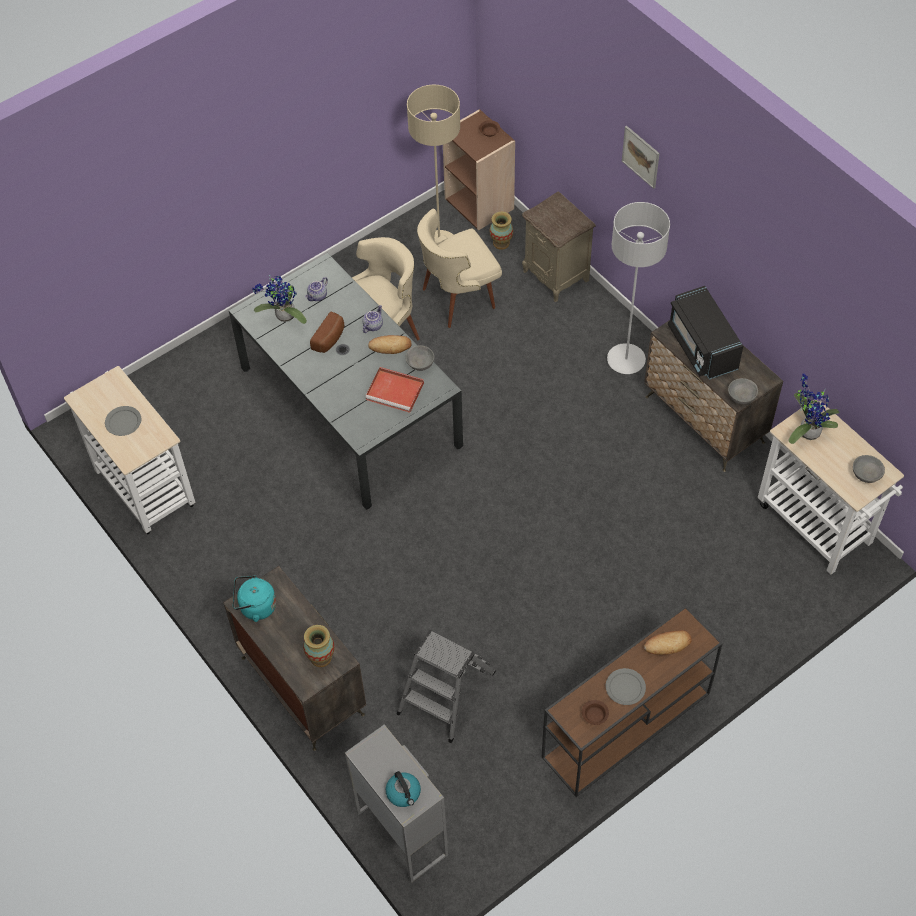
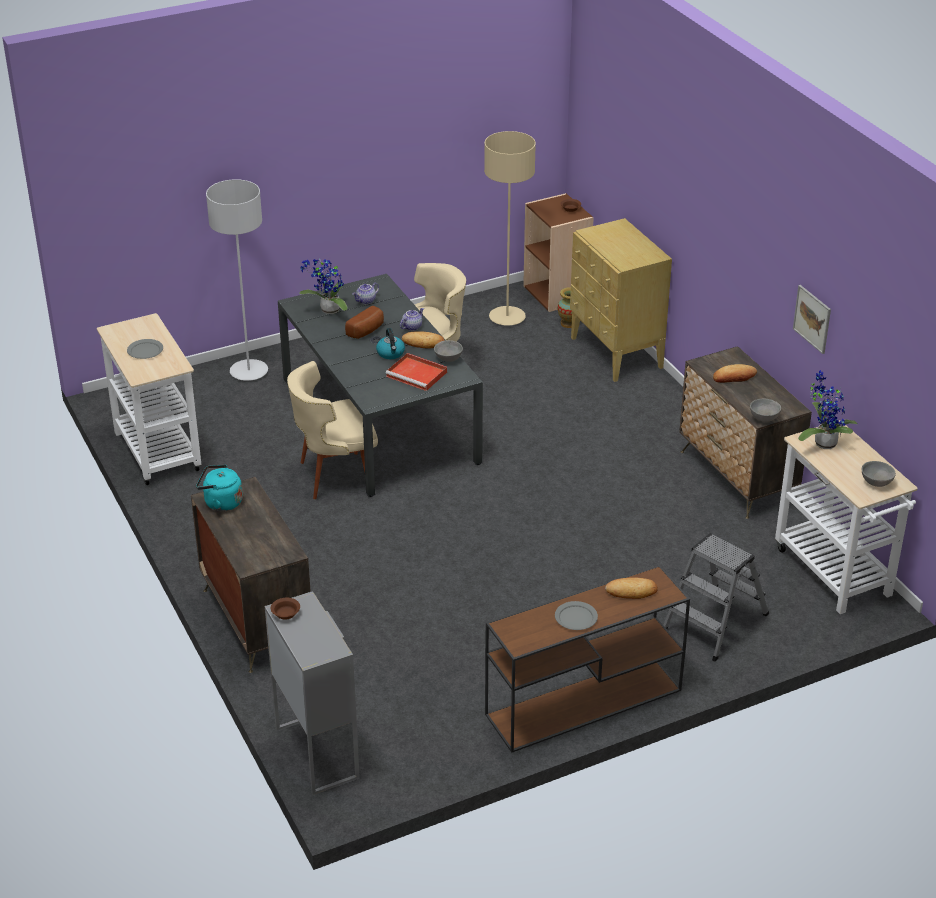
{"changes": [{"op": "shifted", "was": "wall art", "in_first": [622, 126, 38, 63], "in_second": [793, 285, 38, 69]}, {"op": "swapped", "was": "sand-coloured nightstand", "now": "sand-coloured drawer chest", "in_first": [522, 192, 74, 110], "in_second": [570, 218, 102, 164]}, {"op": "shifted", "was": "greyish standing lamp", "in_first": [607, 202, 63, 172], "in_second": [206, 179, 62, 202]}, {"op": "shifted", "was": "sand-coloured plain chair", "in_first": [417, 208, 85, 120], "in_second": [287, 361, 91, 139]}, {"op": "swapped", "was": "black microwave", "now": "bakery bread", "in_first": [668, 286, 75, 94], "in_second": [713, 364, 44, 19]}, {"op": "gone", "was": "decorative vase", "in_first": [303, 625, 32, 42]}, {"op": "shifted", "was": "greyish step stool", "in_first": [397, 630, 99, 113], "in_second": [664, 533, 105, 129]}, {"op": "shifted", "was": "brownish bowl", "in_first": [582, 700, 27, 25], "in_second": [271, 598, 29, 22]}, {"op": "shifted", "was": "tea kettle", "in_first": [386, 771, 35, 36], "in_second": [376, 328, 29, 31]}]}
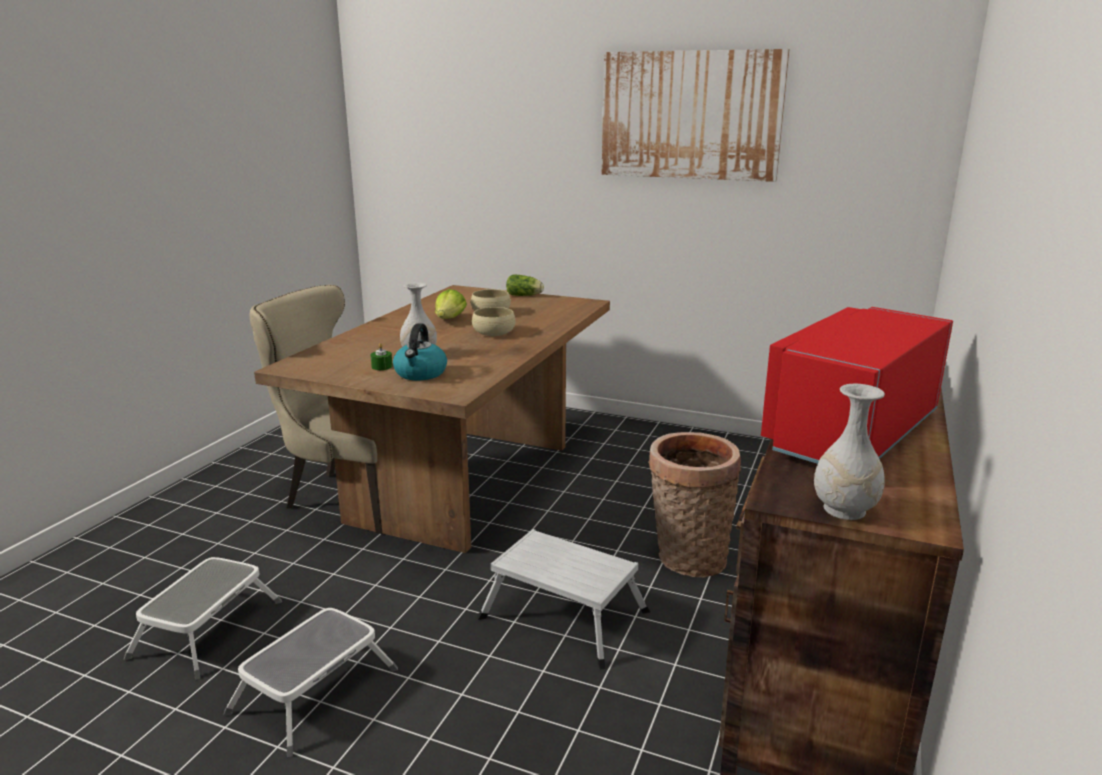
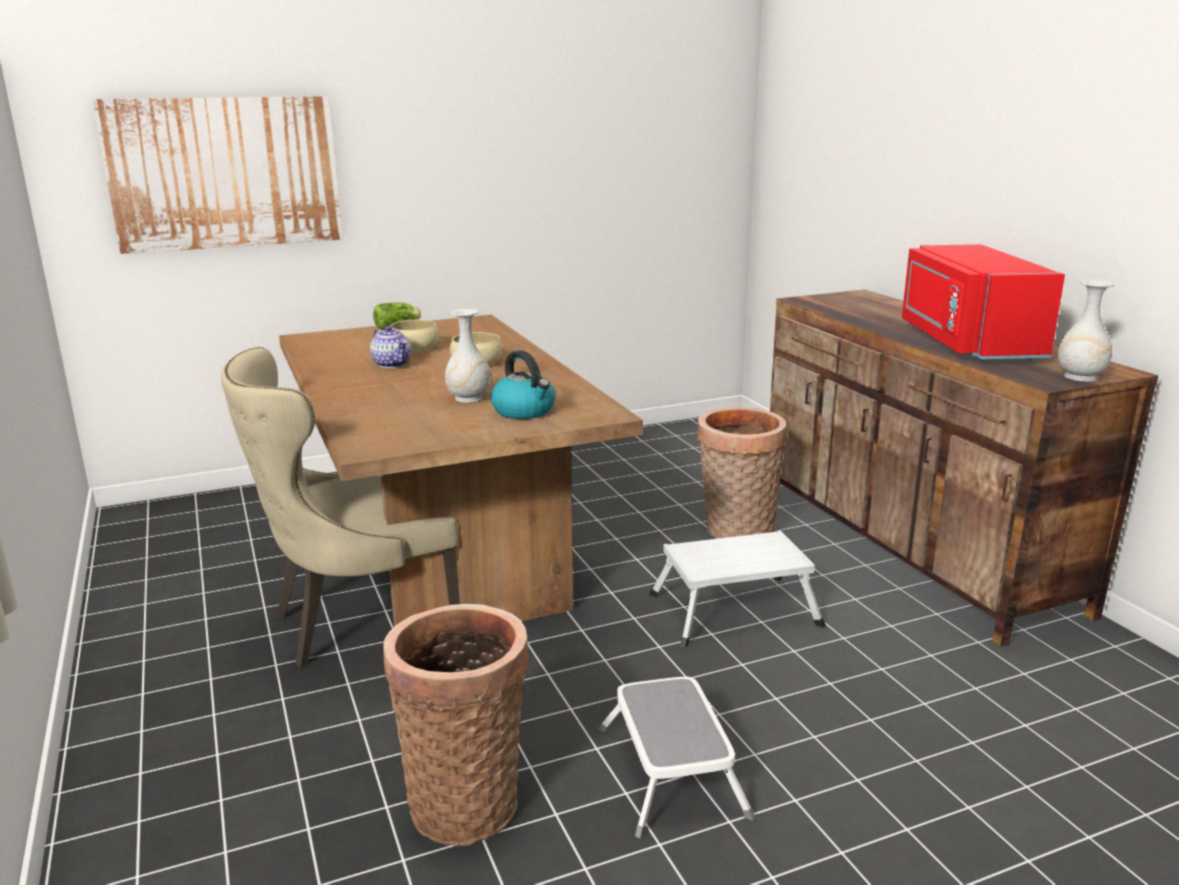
{"changes": [{"op": "shifted", "was": "wall art", "in_first": [602, 49, 187, 133], "in_second": [93, 96, 250, 158]}, {"op": "swapped", "was": "head of lettuce", "now": "pot for tea", "in_first": [435, 289, 32, 30], "in_second": [370, 326, 41, 42]}, {"op": "gone", "was": "green-coloured wax light", "in_first": [371, 343, 22, 27]}, {"op": "swapped", "was": "greyish step stool", "now": "basket", "in_first": [124, 557, 158, 123], "in_second": [383, 604, 145, 242]}]}
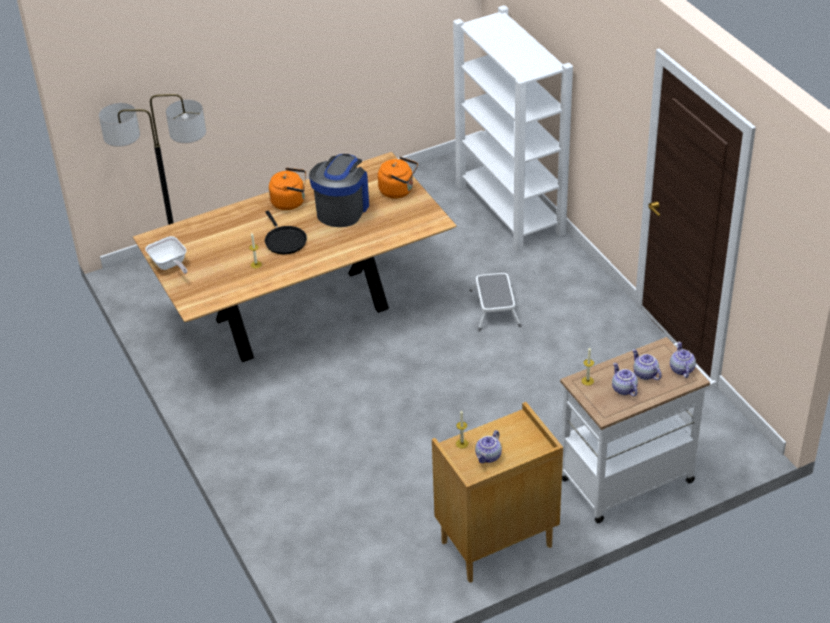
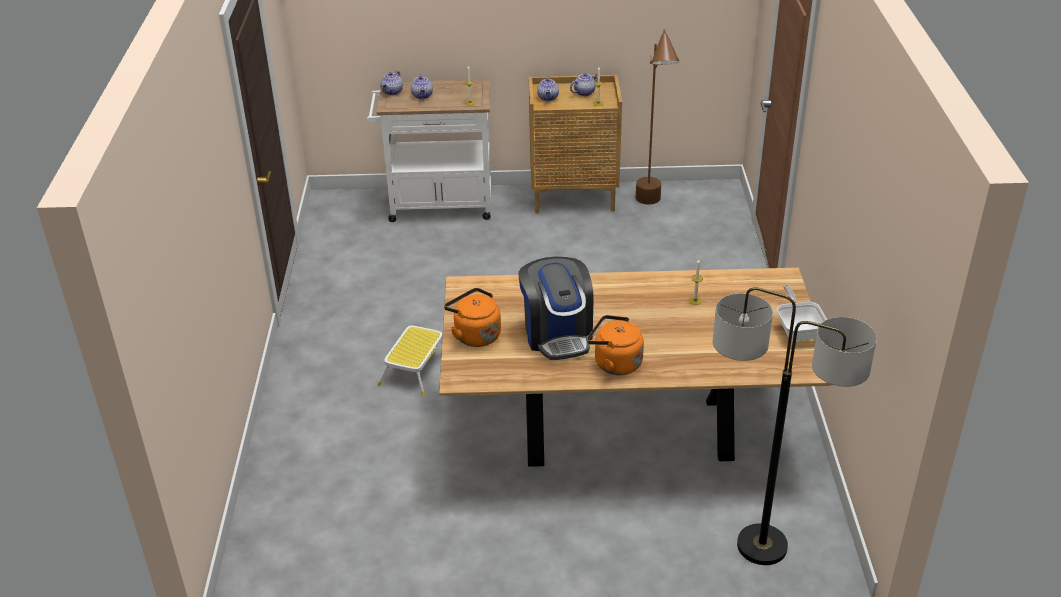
{"changes": [{"op": "gone", "was": "white shelving unit", "in_first": [453, 5, 120, 247]}, {"op": "rotated", "was": "coffee brewer", "in_first": [309, 154, 60, 73], "in_second": [519, 257, 75, 103], "clockwise": -60}, {"op": "gone", "was": "black skillet", "in_first": [265, 211, 42, 43]}, {"op": "repainted", "was": "greyish step stool", "now": "yellow step stool", "in_first": [469, 273, 53, 58], "in_second": [377, 326, 66, 70]}, {"op": "shifted", "was": "pot for tea", "in_first": [612, 363, 26, 33], "in_second": [537, 76, 22, 25]}, {"op": "new", "now": "brownish standing lamp", "in_second": [636, 30, 44, 175]}]}
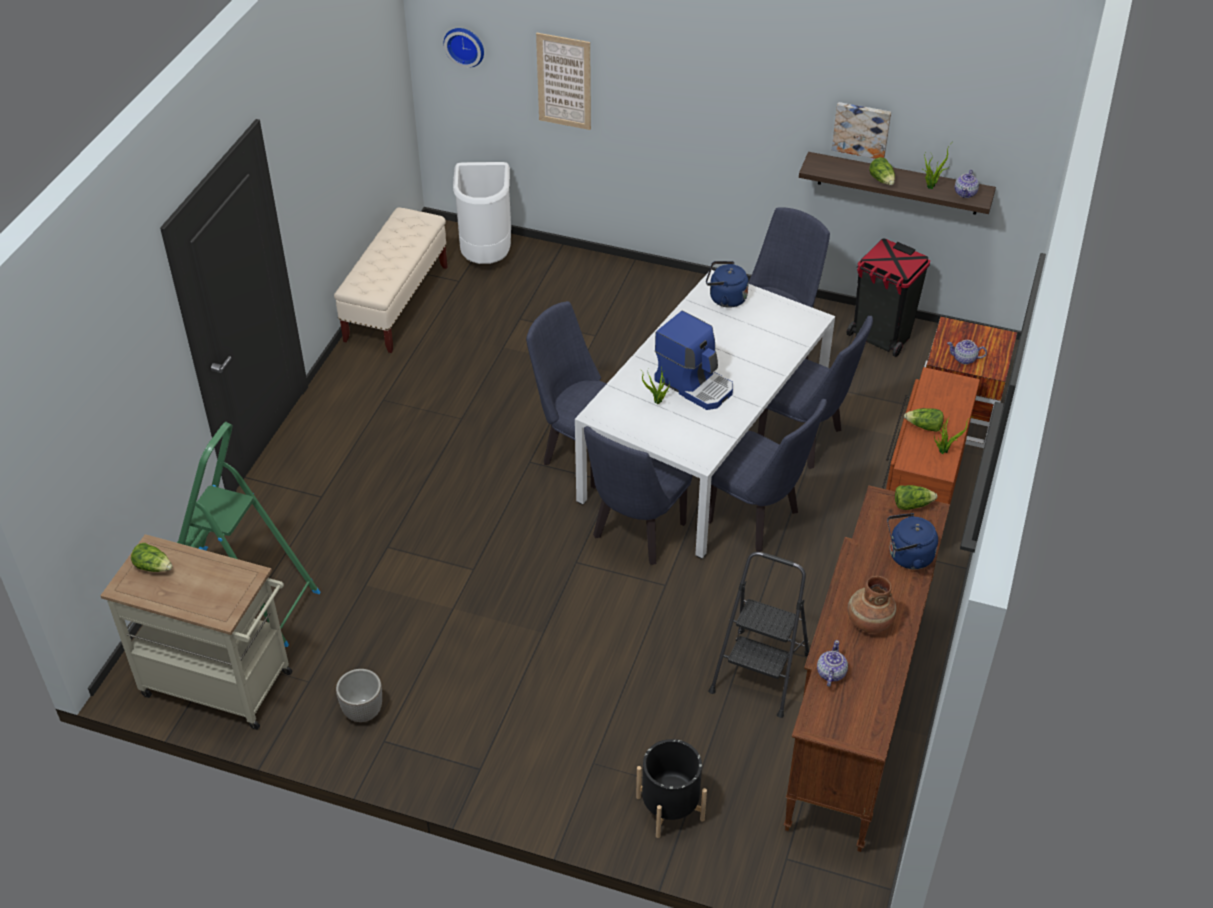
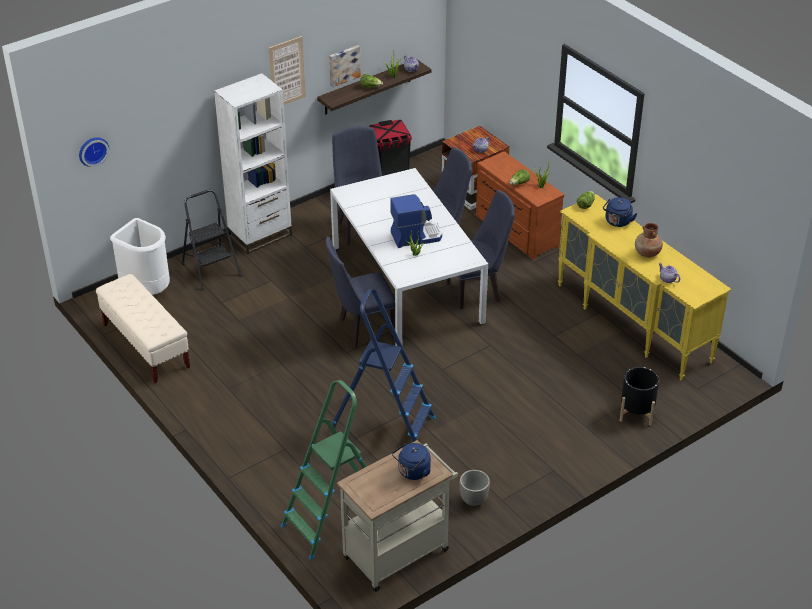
{"changes": [{"op": "shifted", "was": "wall art", "in_first": [536, 33, 55, 97], "in_second": [269, 36, 37, 69]}, {"op": "shifted", "was": "blue tea kettle", "in_first": [706, 261, 43, 47], "in_second": [392, 443, 39, 37]}, {"op": "gone", "was": "blue plain chair", "in_first": [584, 426, 108, 139]}, {"op": "repainted", "was": "brownish storage cabinet", "now": "yellow storage cabinet", "in_first": [784, 485, 166, 367], "in_second": [558, 194, 174, 187]}, {"op": "gone", "was": "head of lettuce", "in_first": [131, 543, 42, 29]}, {"op": "shifted", "was": "black step stool", "in_first": [708, 552, 102, 166], "in_second": [181, 190, 62, 101]}, {"op": "new", "now": "white shelving unit", "in_second": [214, 73, 78, 181]}, {"op": "new", "now": "blue step stool", "in_second": [332, 289, 104, 153]}]}
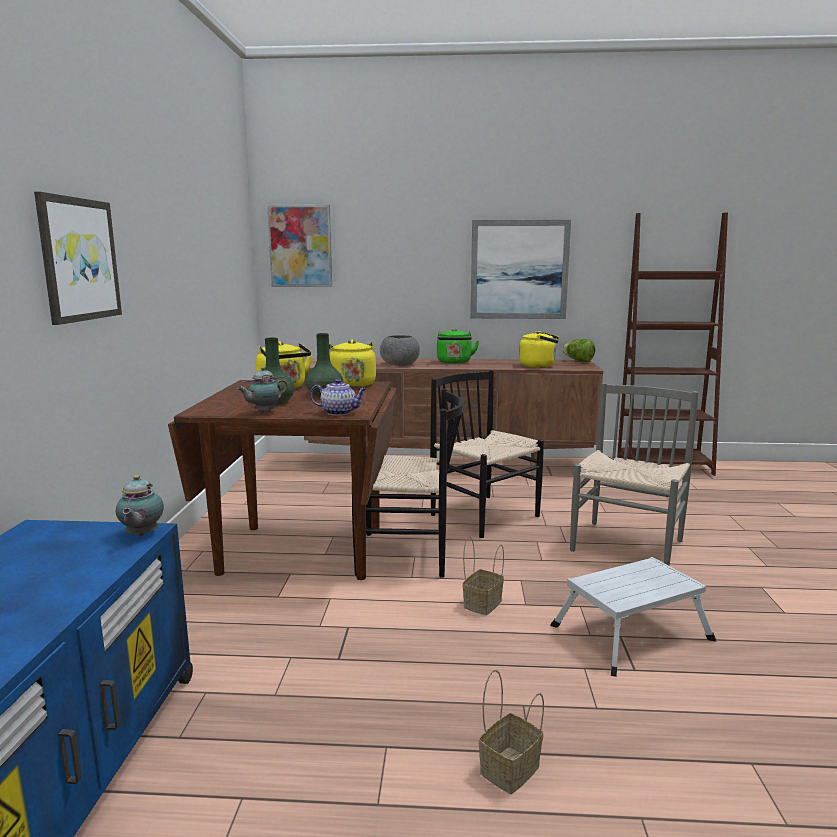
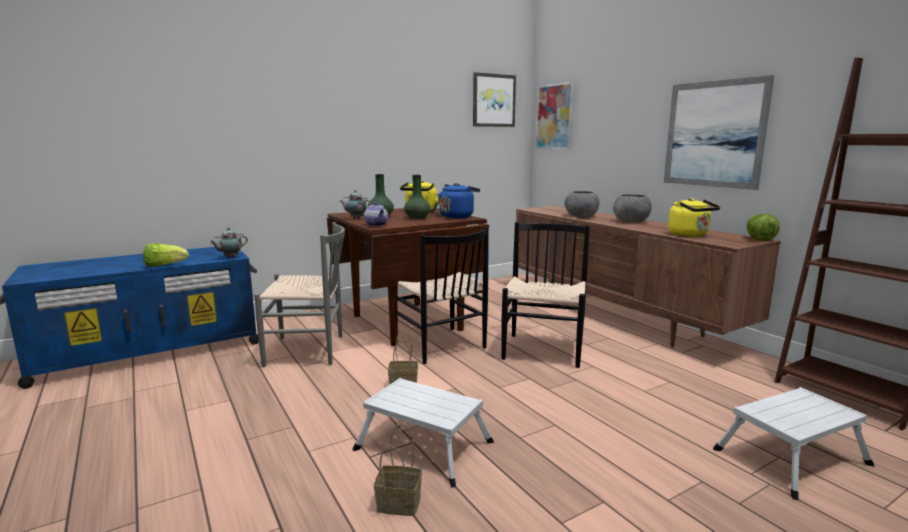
{"changes": [{"op": "shifted", "was": "wall art", "in_first": [34, 191, 88, 134], "in_second": [473, 72, 43, 55]}, {"op": "swapped", "was": "green-coloured tea kettle", "now": "greyish bowl", "in_first": [437, 328, 42, 36], "in_second": [613, 194, 39, 29]}, {"op": "repainted", "was": "yellow tea kettle", "now": "blue tea kettle", "in_first": [329, 340, 47, 48], "in_second": [438, 183, 42, 35]}, {"op": "shifted", "was": "greyish plain chair", "in_first": [570, 383, 128, 183], "in_second": [254, 222, 91, 145]}, {"op": "shifted", "was": "basket", "in_first": [479, 670, 65, 124], "in_second": [374, 424, 48, 92]}, {"op": "new", "now": "head of lettuce", "in_second": [143, 243, 46, 24]}, {"op": "new", "now": "white step stool", "in_second": [713, 387, 162, 113]}]}
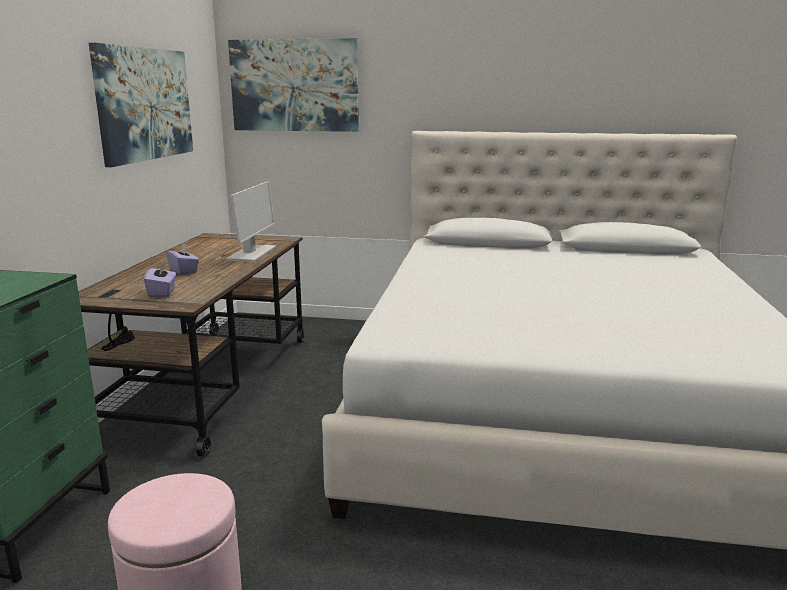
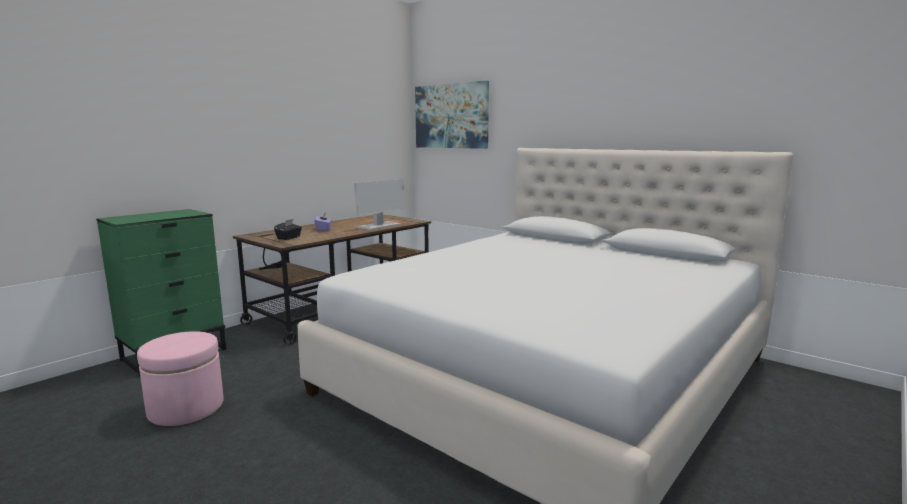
{"changes": [{"op": "gone", "was": "wall art", "in_first": [89, 43, 104, 124]}, {"op": "repainted", "was": "purple-coloured tissue holder", "now": "black tissue holder", "in_first": [144, 261, 32, 37], "in_second": [274, 219, 28, 21]}]}
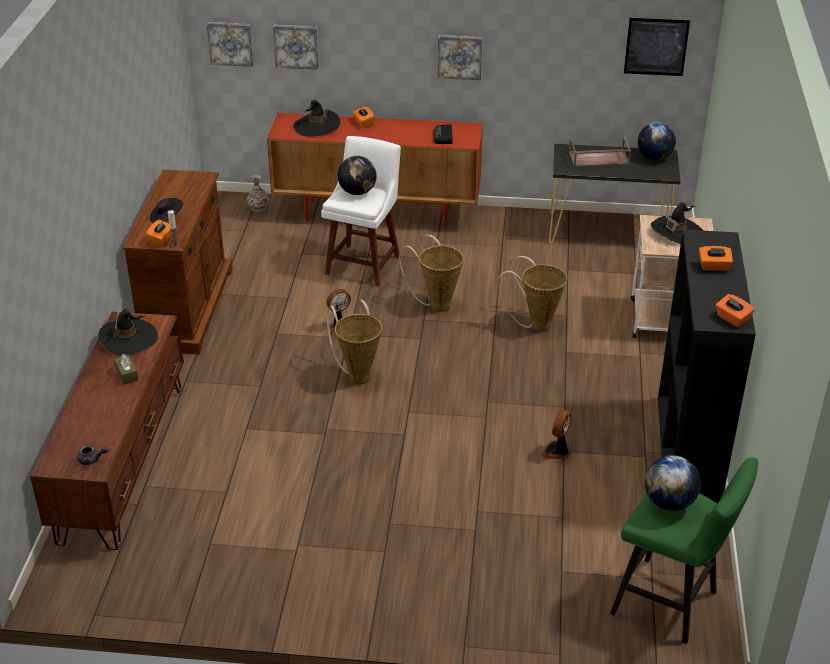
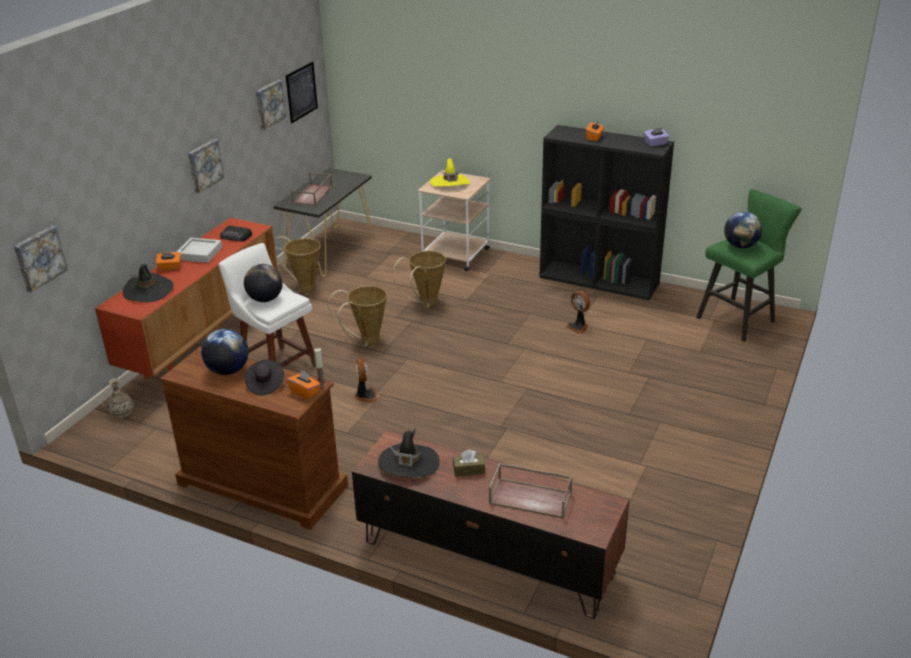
{"changes": [{"op": "shifted", "was": "wall art", "in_first": [273, 25, 46, 45], "in_second": [256, 80, 30, 50]}, {"op": "shifted", "was": "desk globe", "in_first": [638, 122, 38, 38], "in_second": [201, 329, 48, 46]}, {"op": "repainted", "was": "black wearable hat", "now": "yellow wearable hat", "in_first": [651, 202, 52, 42], "in_second": [430, 158, 40, 29]}, {"op": "repainted", "was": "orangey tissue holder", "now": "purple-coloured tissue holder", "in_first": [715, 294, 39, 33], "in_second": [644, 128, 25, 19]}, {"op": "shifted", "was": "basket", "in_first": [327, 299, 55, 85], "in_second": [274, 236, 47, 57]}, {"op": "gone", "was": "greyish pot for tea", "in_first": [77, 445, 32, 20]}, {"op": "new", "now": "greyish serving tray", "in_second": [177, 238, 45, 25]}, {"op": "new", "now": "brownish serving tray", "in_second": [489, 463, 84, 56]}]}
